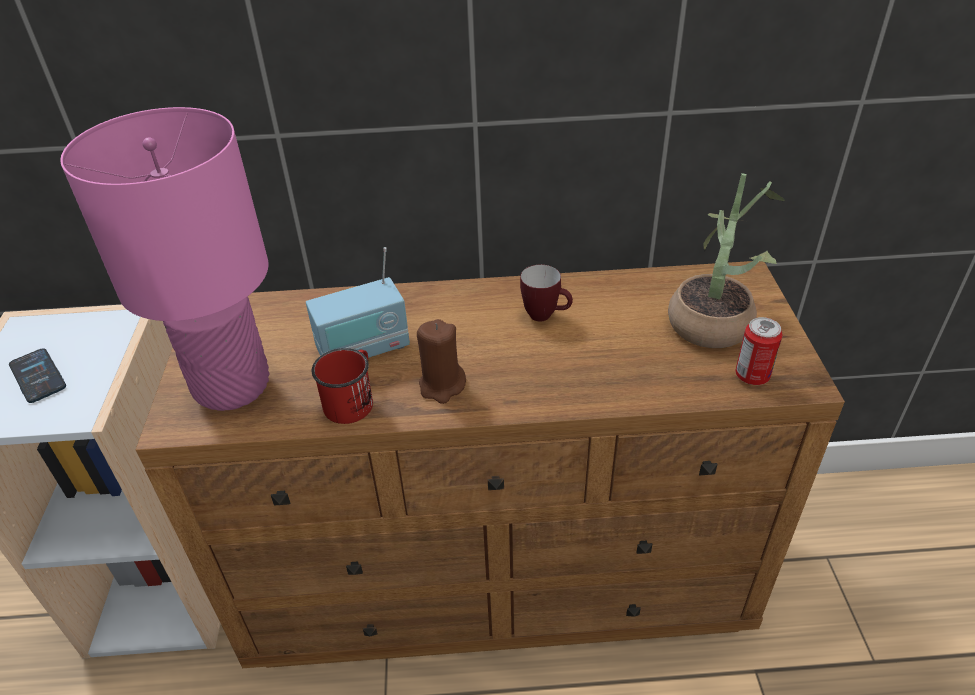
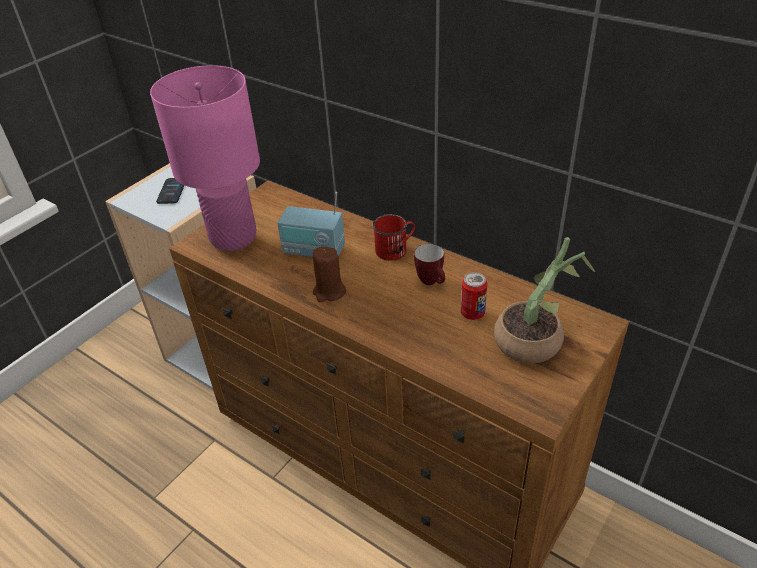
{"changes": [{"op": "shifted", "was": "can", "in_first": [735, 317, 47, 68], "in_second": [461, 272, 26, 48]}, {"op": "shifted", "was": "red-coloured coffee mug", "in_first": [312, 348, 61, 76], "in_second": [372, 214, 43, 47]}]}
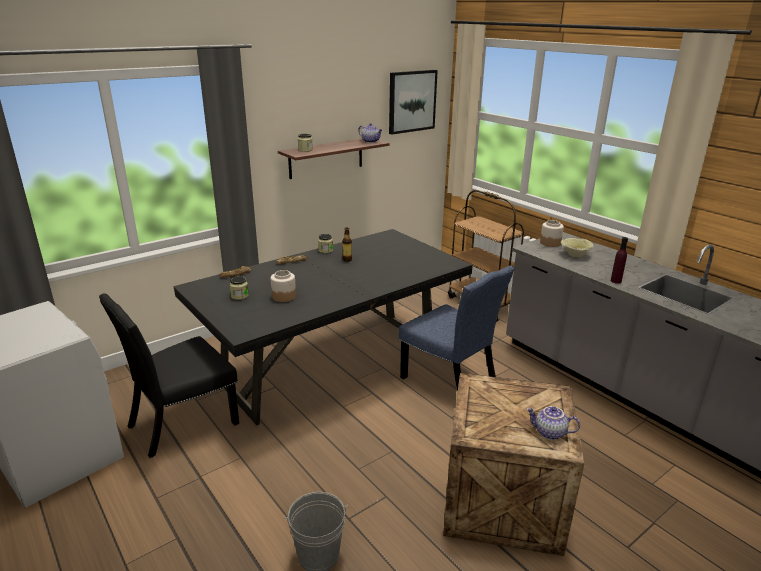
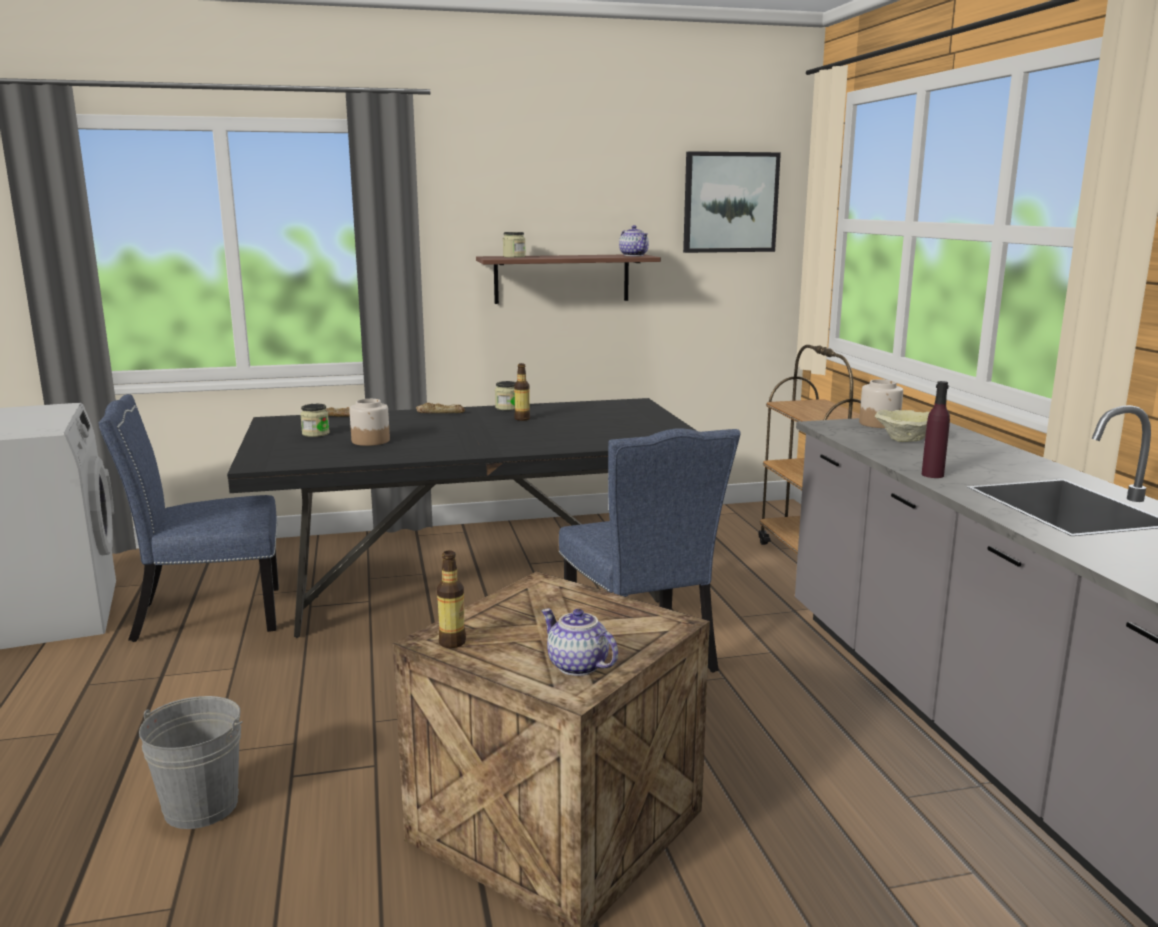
{"changes": [{"op": "repainted", "was": "black plain chair", "now": "blue plain chair", "in_first": [99, 293, 140, 165], "in_second": [99, 394, 180, 248]}, {"op": "new", "now": "bottle", "in_second": [437, 550, 29, 98]}]}
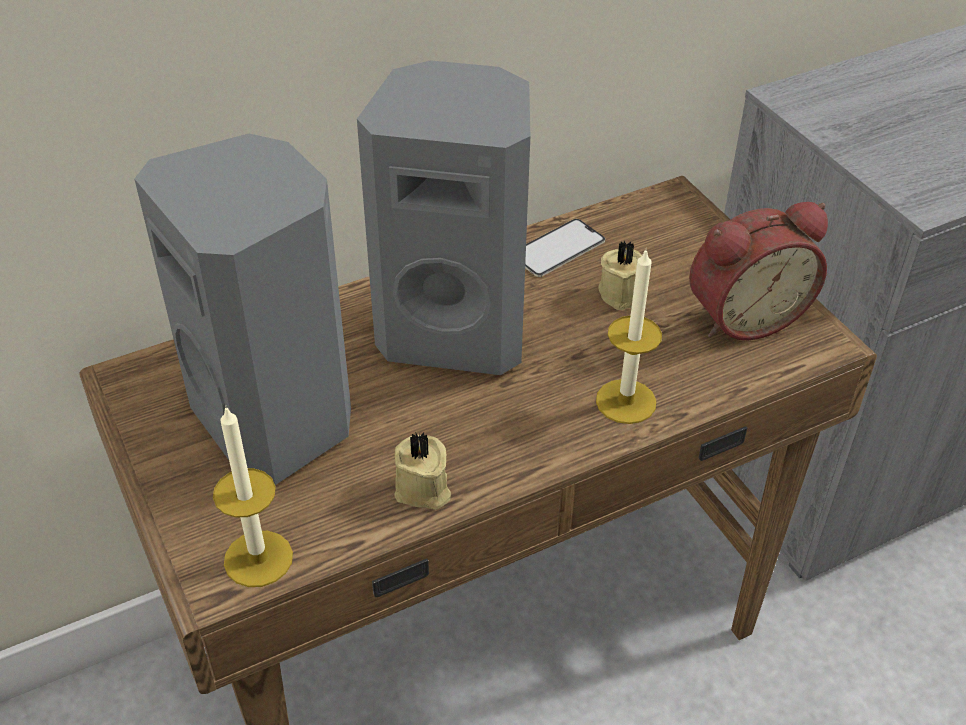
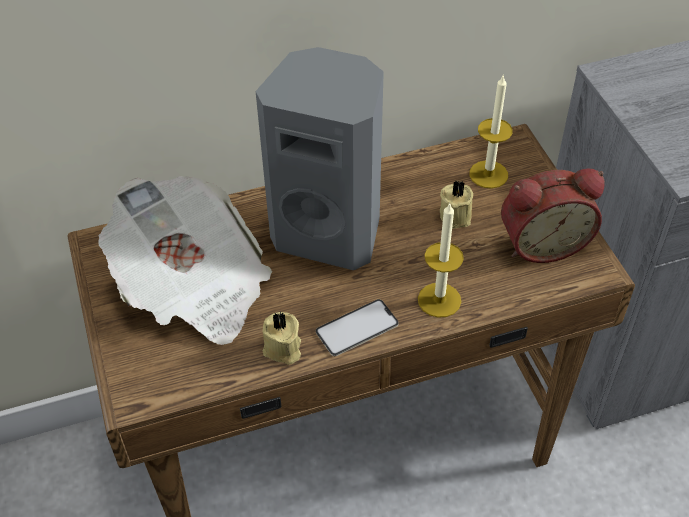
{"changes": [{"op": "swapped", "was": "greyish loudspeaker", "now": "newspaper", "in_first": [134, 133, 217, 352], "in_second": [99, 176, 173, 169]}, {"op": "shifted", "was": "handset", "in_first": [525, 219, 80, 58], "in_second": [316, 299, 83, 57]}, {"op": "shifted", "was": "wax light", "in_first": [213, 406, 80, 181], "in_second": [469, 74, 44, 115]}]}
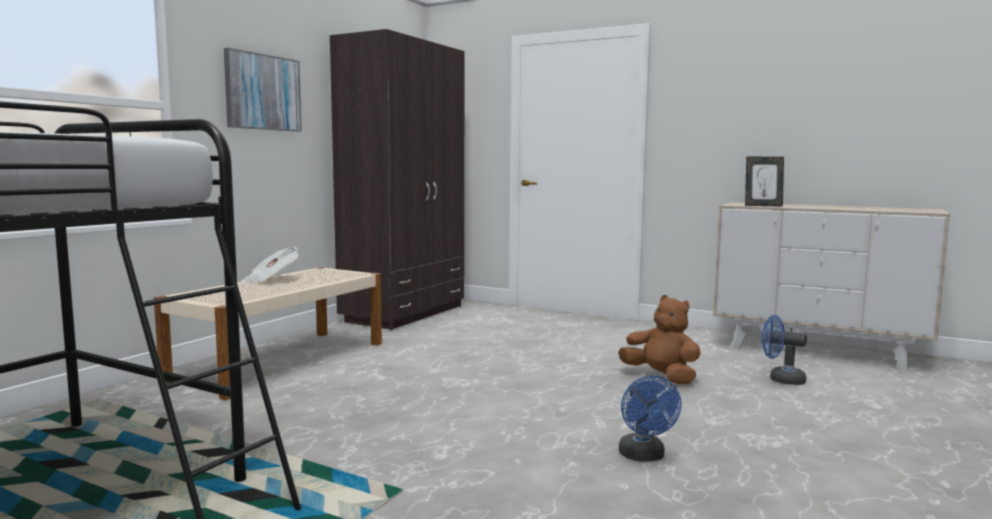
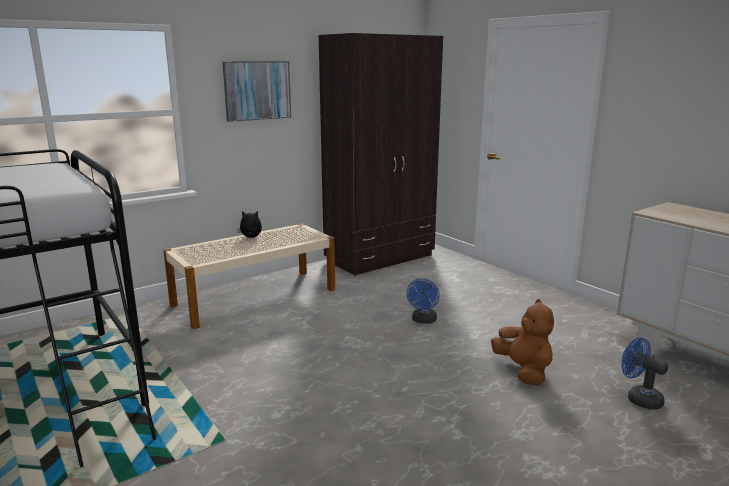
{"changes": [{"op": "gone", "was": "photo frame", "in_first": [745, 157, 39, 49]}, {"op": "swapped", "was": "newspaper", "now": "cuddly toy", "in_first": [241, 247, 58, 36], "in_second": [237, 211, 25, 27]}, {"op": "shifted", "was": "blue cooling fan", "in_first": [619, 375, 63, 87], "in_second": [407, 278, 33, 46]}]}
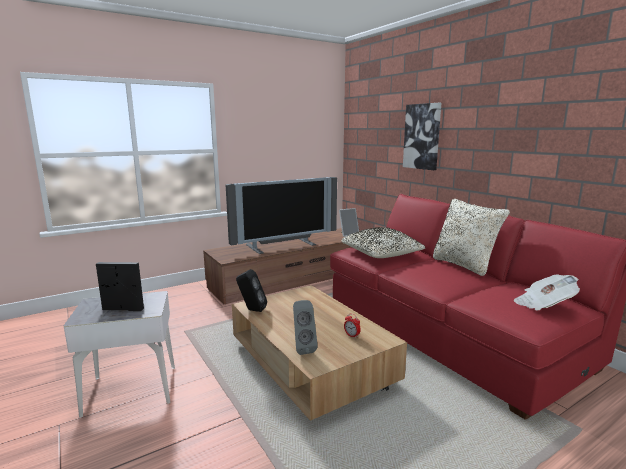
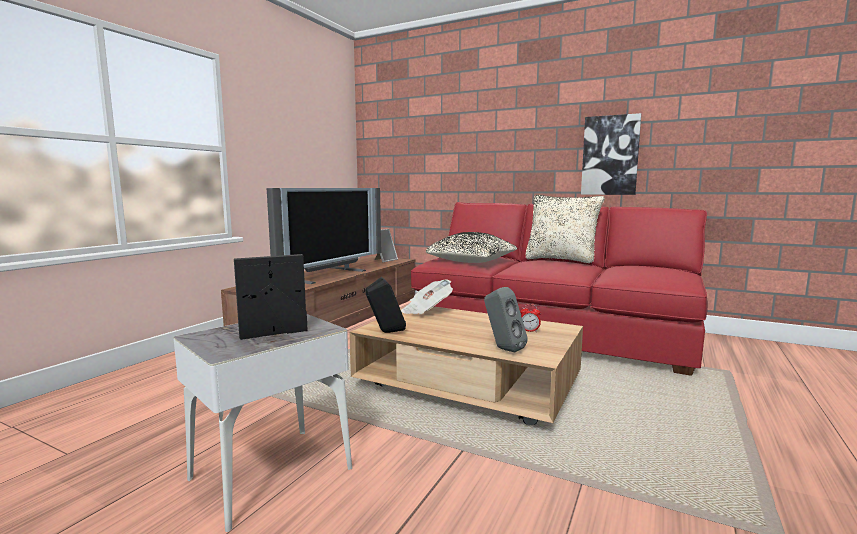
{"changes": [{"op": "shifted", "was": "wall art", "in_first": [403, 103, 38, 67], "in_second": [581, 113, 60, 82]}, {"op": "shifted", "was": "newspaper", "in_first": [514, 274, 66, 37], "in_second": [401, 279, 52, 35]}]}
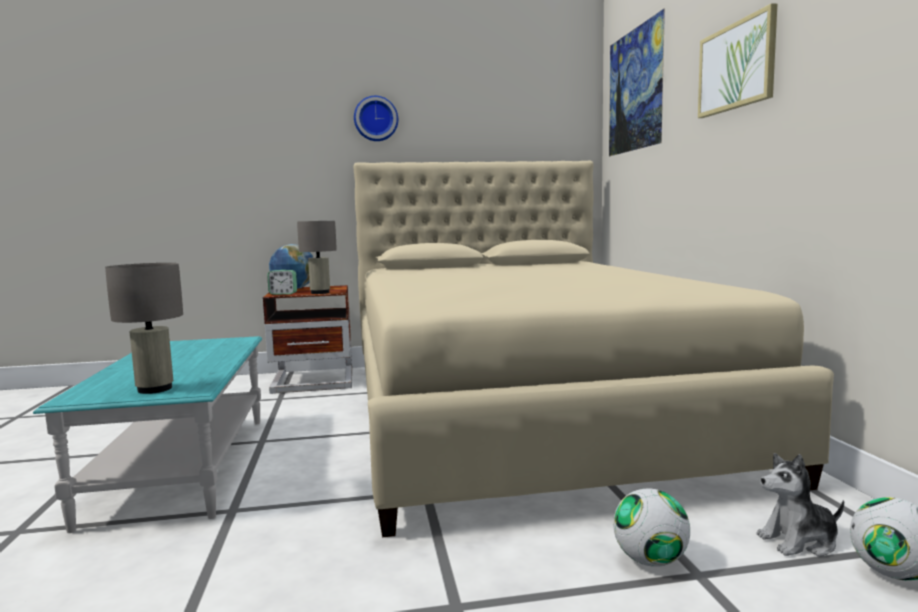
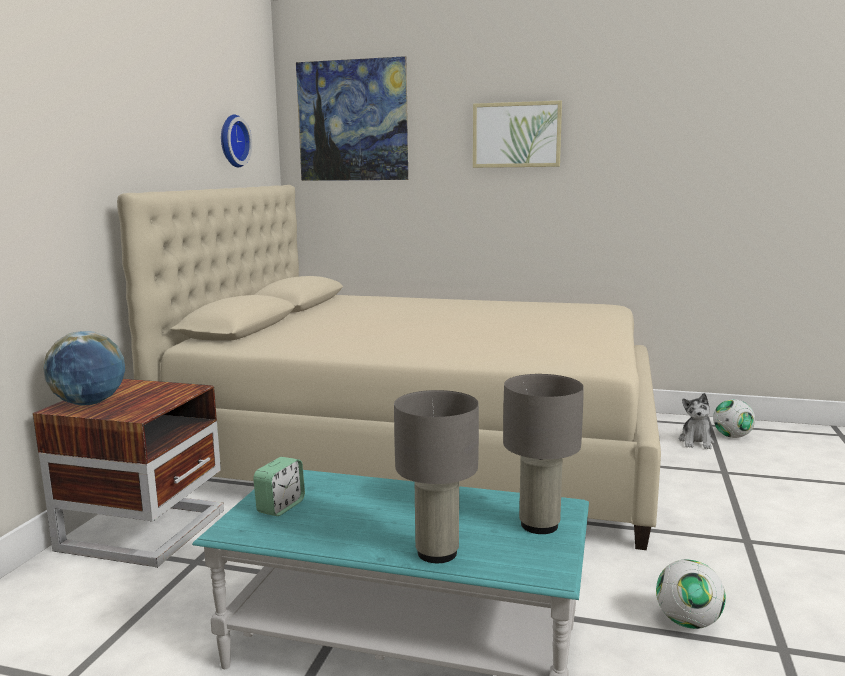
{"changes": [{"op": "shifted", "was": "clock on the wall", "in_first": [354, 96, 44, 45], "in_second": [221, 114, 31, 54]}, {"op": "shifted", "was": "greyish tabletop lamp", "in_first": [297, 221, 40, 73], "in_second": [394, 390, 85, 173]}, {"op": "shifted", "was": "table clock", "in_first": [267, 270, 30, 25], "in_second": [253, 457, 52, 59]}, {"op": "shifted", "was": "football", "in_first": [613, 488, 77, 79], "in_second": [656, 560, 70, 69]}]}
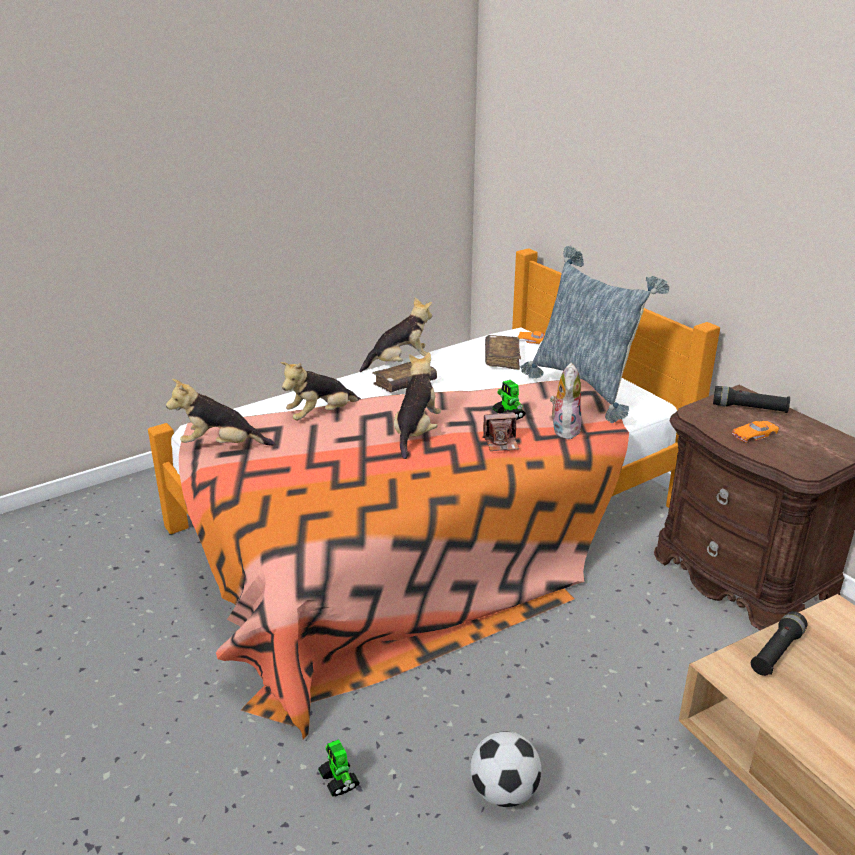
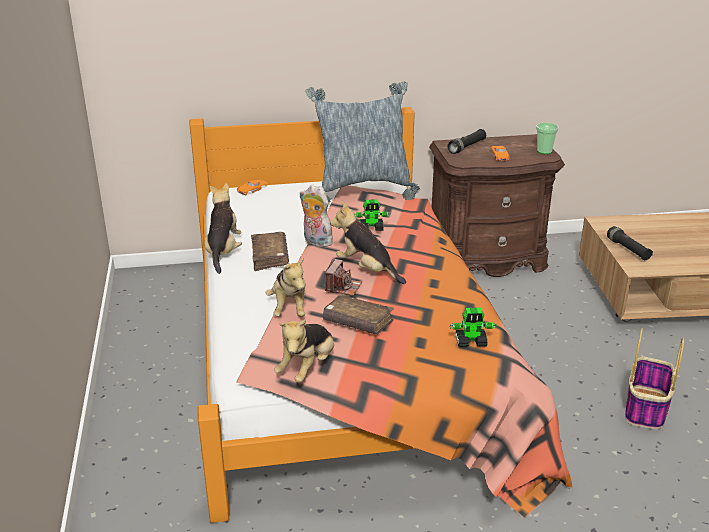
{"changes": [{"op": "shifted", "was": "brownish book", "in_first": [485, 335, 36, 35], "in_second": [323, 294, 71, 41]}, {"op": "shifted", "was": "cuddly toy", "in_first": [550, 363, 32, 77], "in_second": [299, 184, 34, 63]}, {"op": "shifted", "was": "photo camera", "in_first": [483, 412, 36, 39], "in_second": [325, 259, 37, 37]}, {"op": "swapped", "was": "football", "now": "basket", "in_first": [470, 732, 71, 75], "in_second": [625, 328, 59, 101]}, {"op": "shifted", "was": "model robot", "in_first": [318, 739, 41, 58], "in_second": [449, 307, 48, 40]}, {"op": "new", "now": "cup", "in_second": [536, 123, 22, 31]}]}
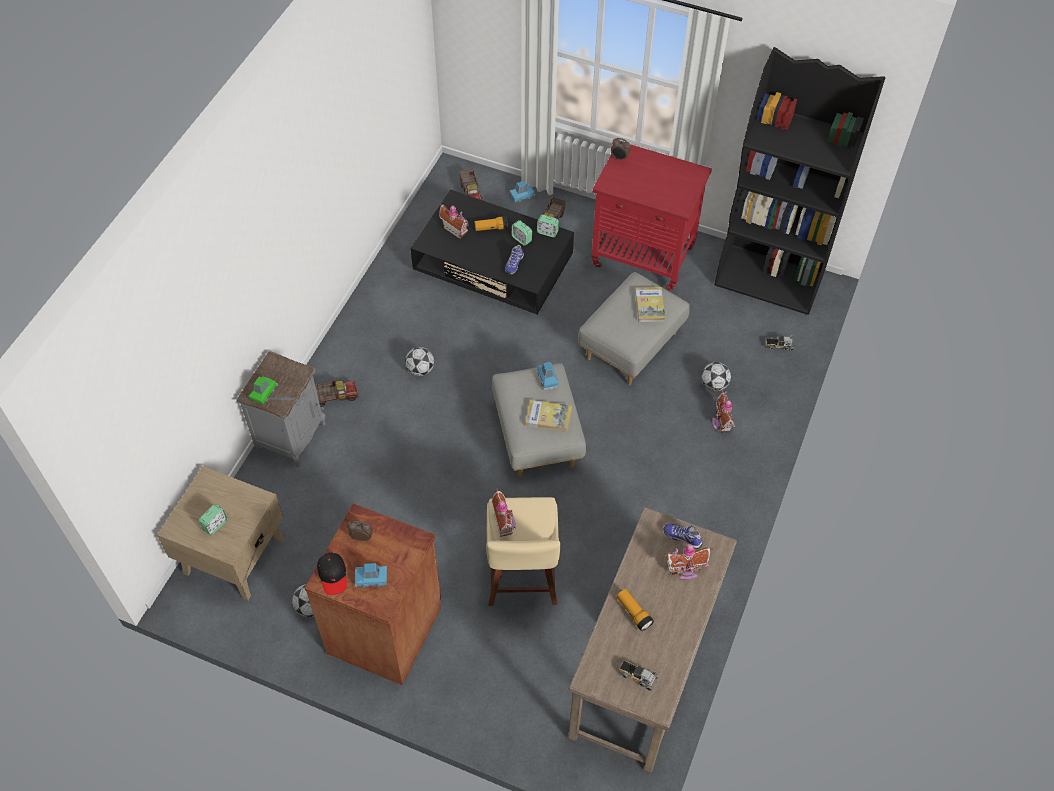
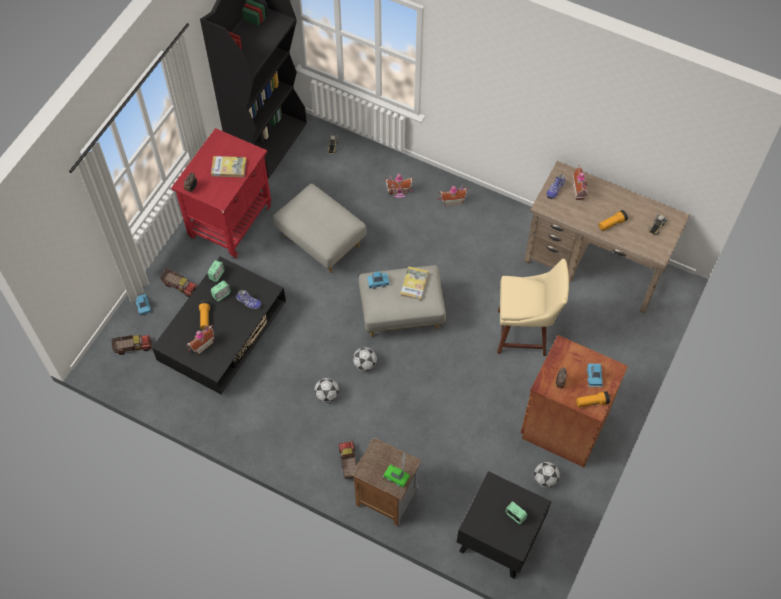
{"changes": [{"op": "shifted", "was": "book", "in_first": [635, 287, 30, 35], "in_second": [211, 156, 35, 21]}, {"op": "shifted", "was": "football", "in_first": [702, 362, 29, 29], "in_second": [353, 347, 24, 24]}, {"op": "repainted", "was": "sand-coloured nightstand", "now": "black nightstand", "in_first": [157, 466, 128, 134], "in_second": [457, 471, 95, 108]}, {"op": "shifted", "was": "miniature house", "in_first": [492, 488, 24, 49], "in_second": [438, 185, 30, 22]}, {"op": "swapped", "was": "black peaked cap", "now": "torch", "in_first": [317, 553, 30, 42], "in_second": [576, 391, 34, 16]}]}
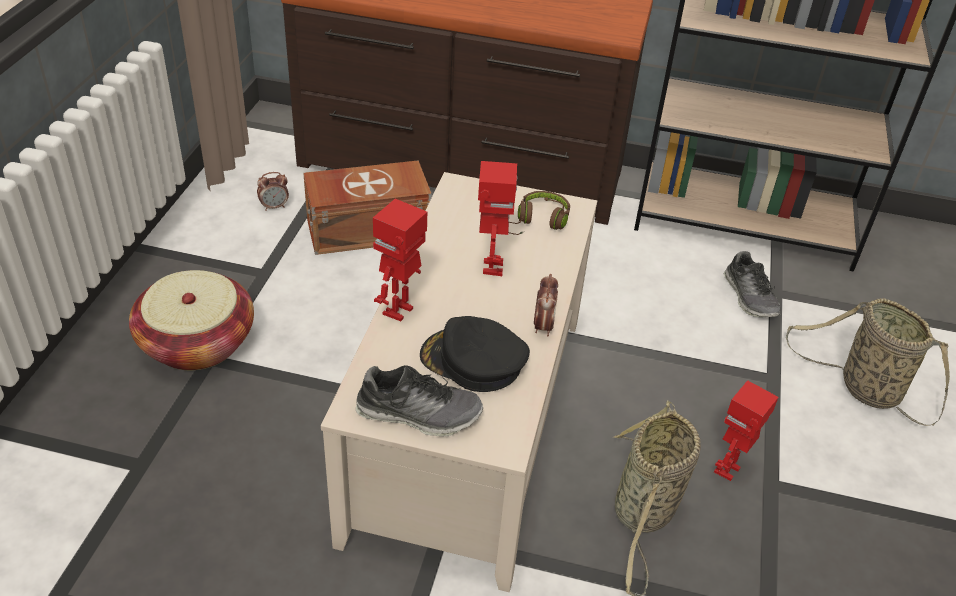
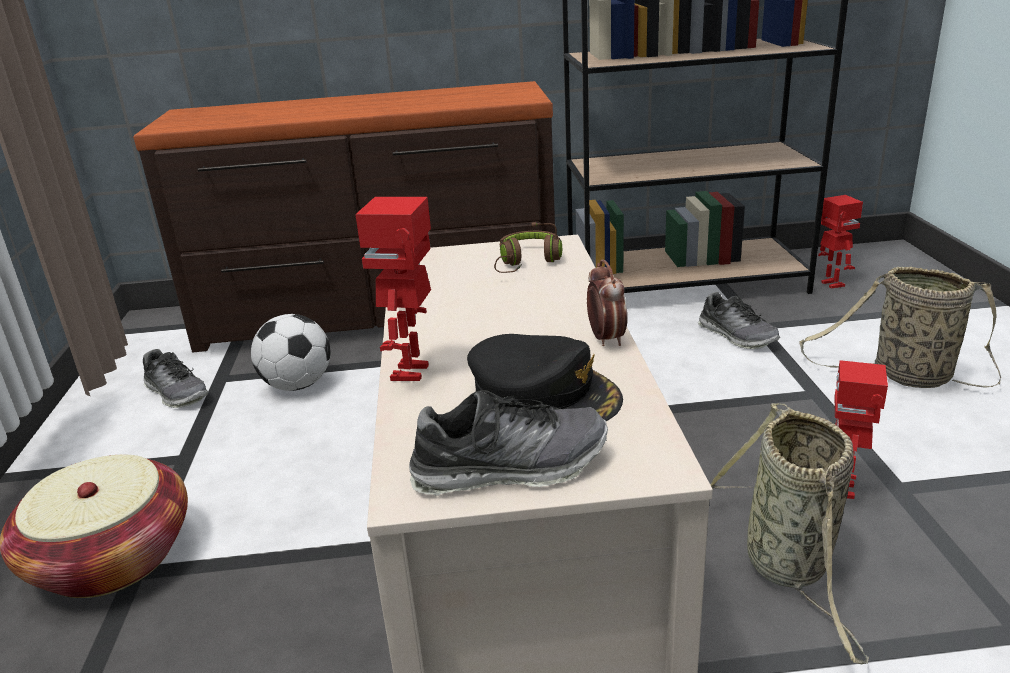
{"changes": [{"op": "swapped", "was": "brownish storage bin", "now": "football", "in_first": [303, 160, 128, 95], "in_second": [251, 314, 79, 77]}, {"op": "shifted", "was": "model robot", "in_first": [478, 161, 39, 115], "in_second": [818, 195, 45, 93]}, {"op": "swapped", "was": "table clock", "now": "shoe", "in_first": [257, 172, 32, 39], "in_second": [143, 349, 65, 59]}, {"op": "rotated", "was": "black peaked cap", "in_first": [420, 316, 110, 76], "in_second": [467, 334, 156, 87], "clockwise": -150}]}
